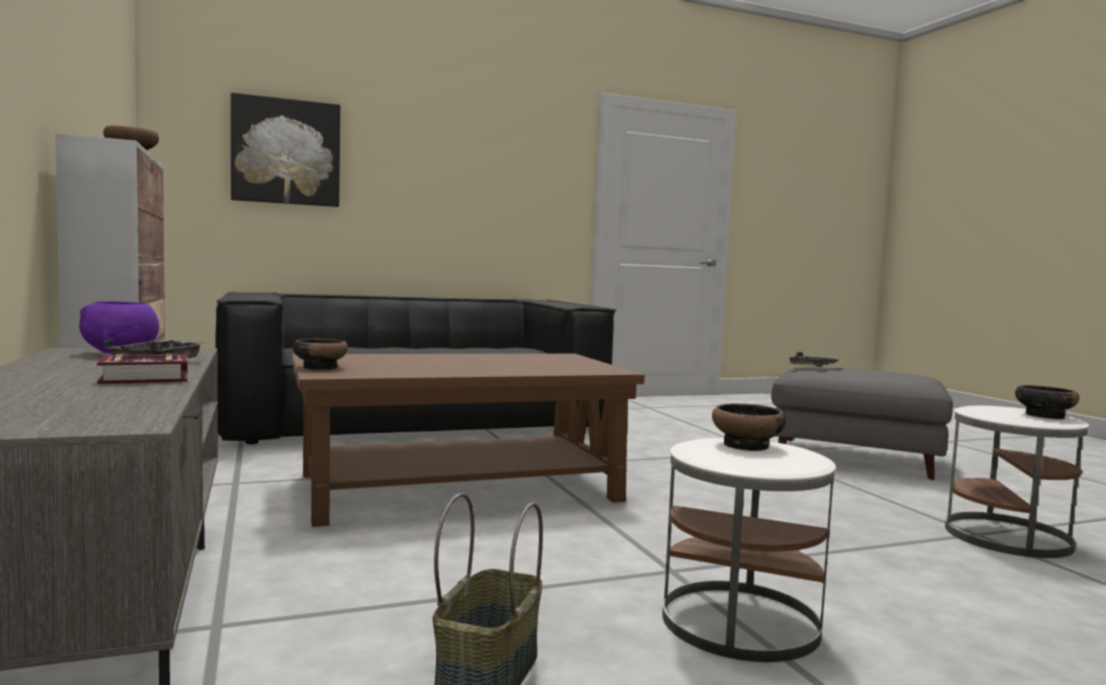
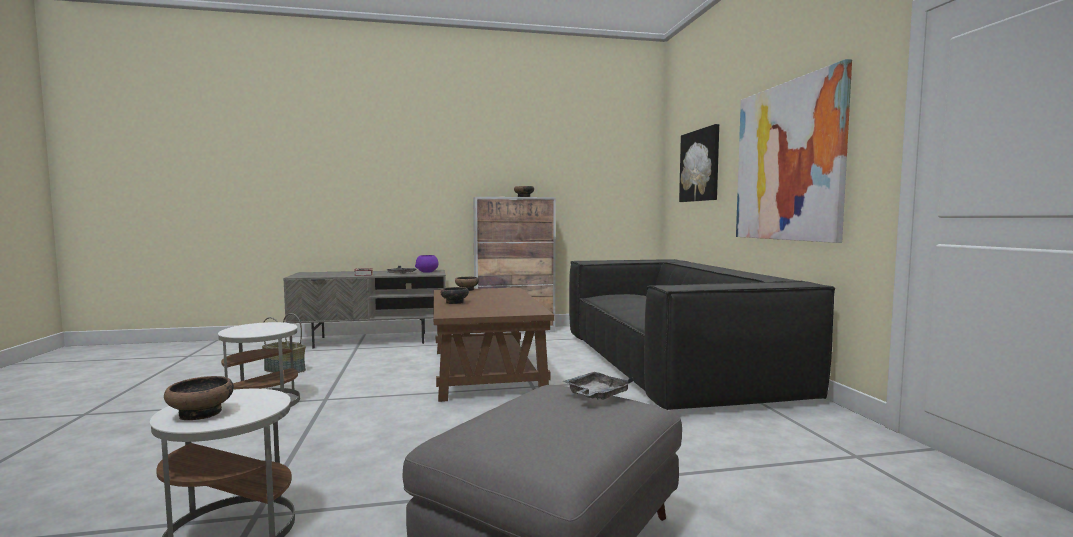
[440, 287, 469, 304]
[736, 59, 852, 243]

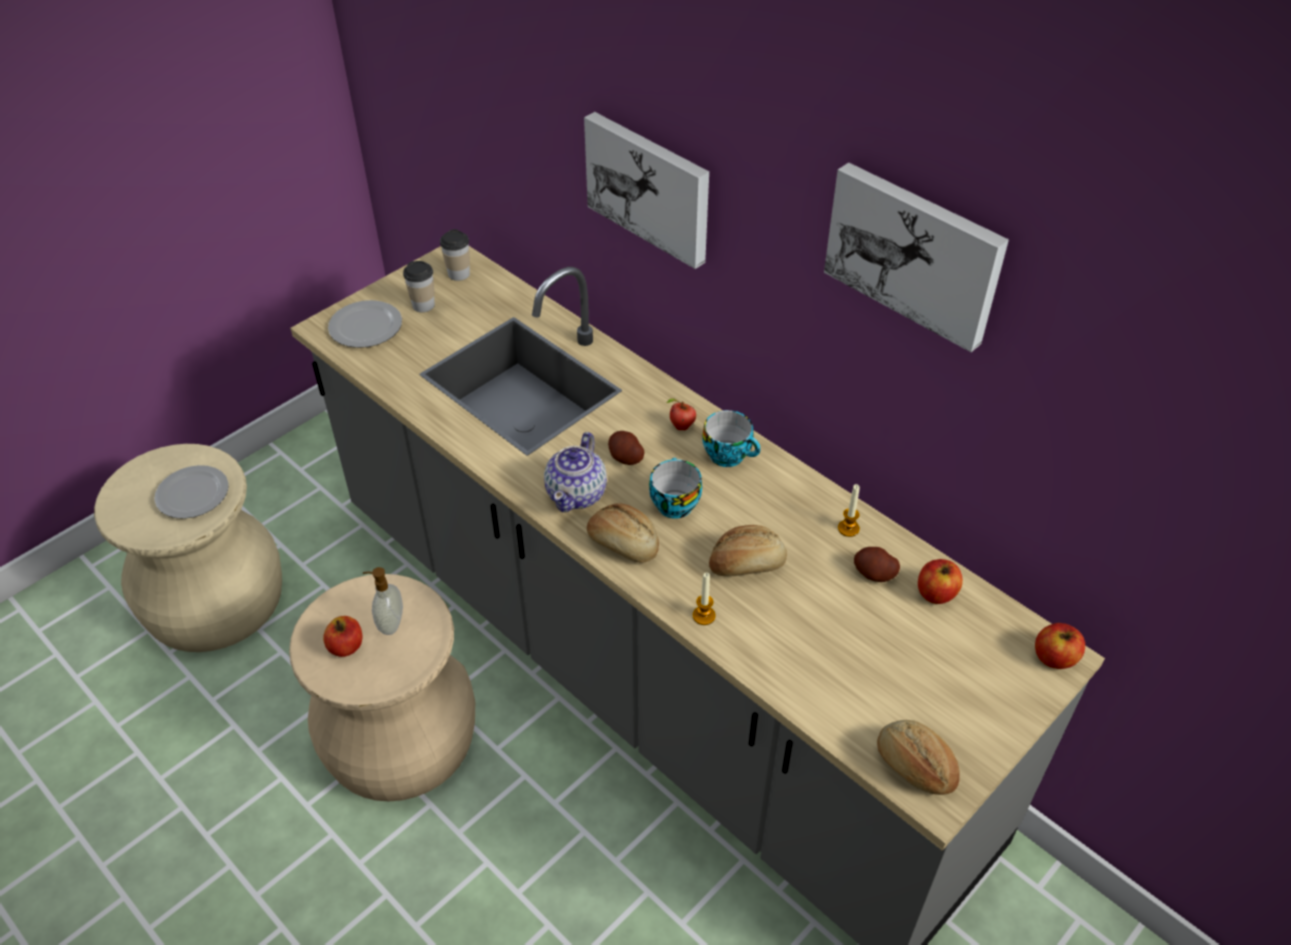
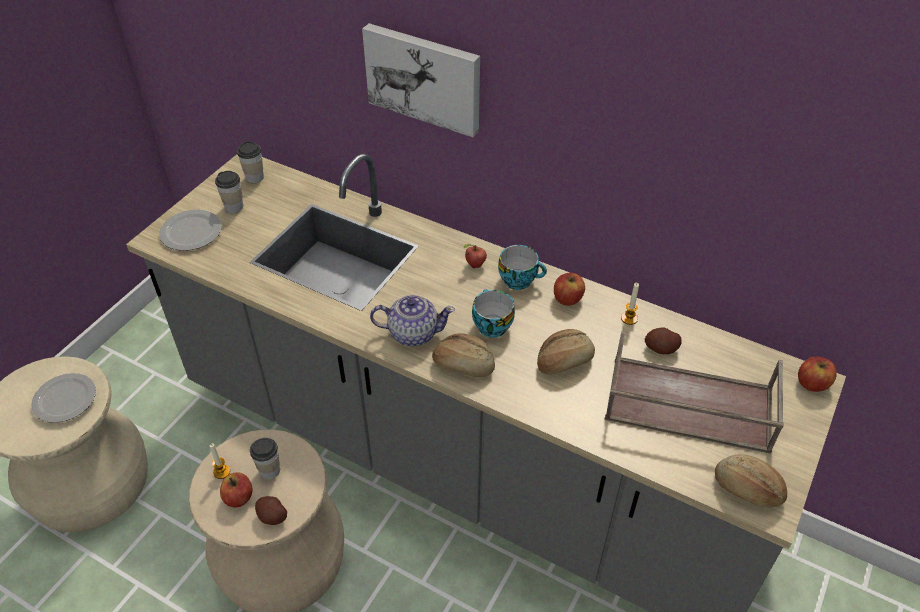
[210, 443, 230, 479]
[250, 438, 280, 479]
[255, 496, 287, 525]
[370, 295, 455, 346]
[554, 273, 585, 306]
[604, 331, 784, 454]
[824, 163, 1009, 352] (first image)

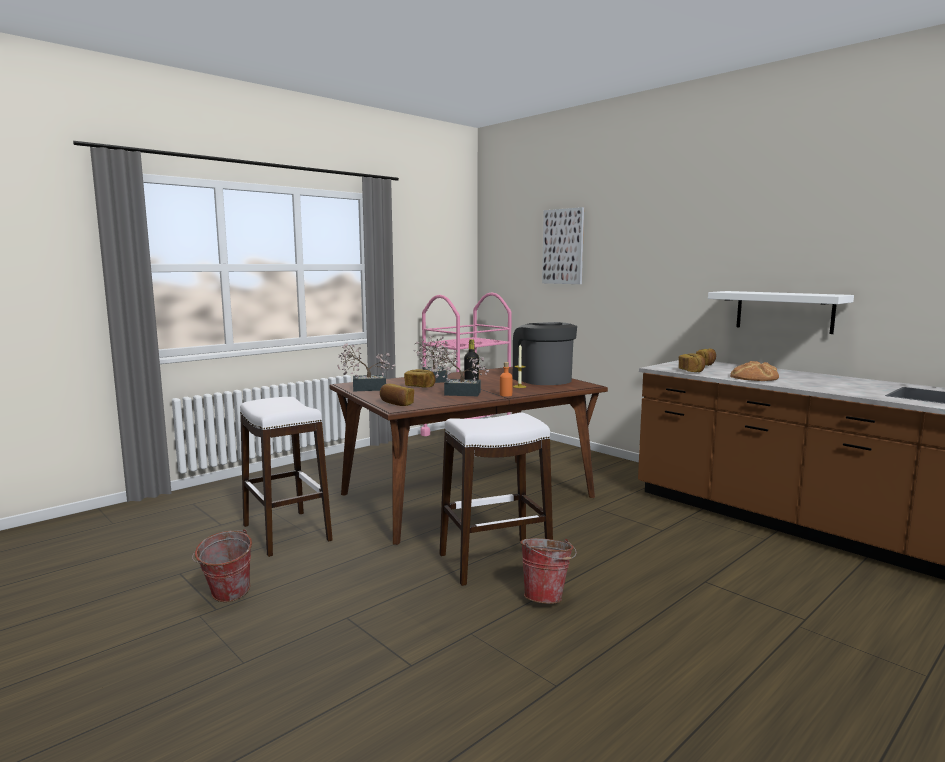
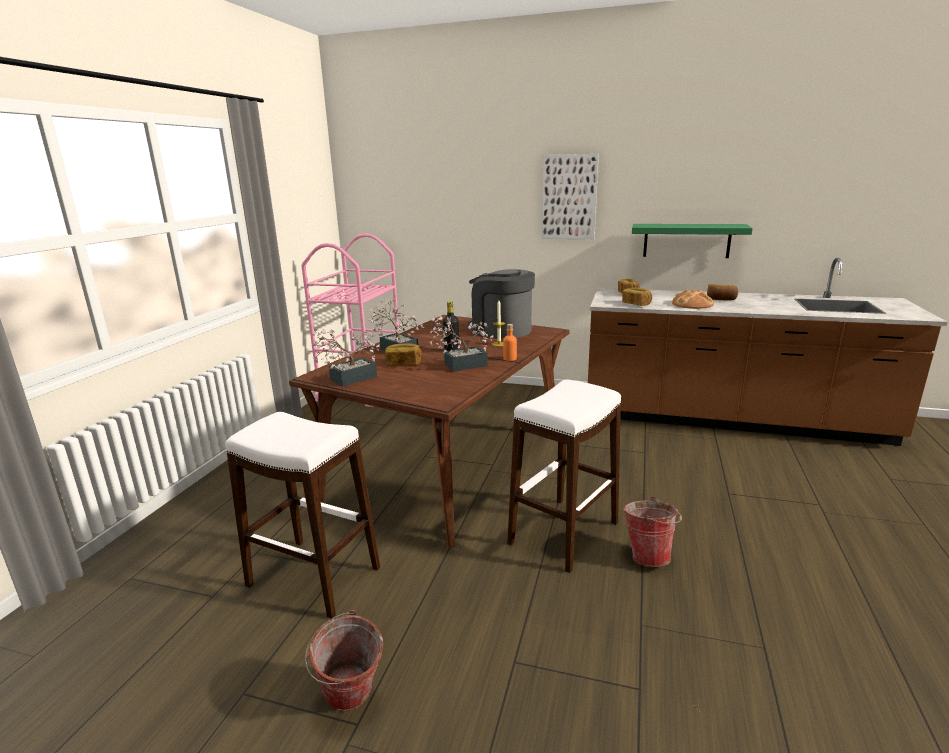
[542, 154, 599, 239]
[632, 224, 753, 258]
[707, 284, 738, 301]

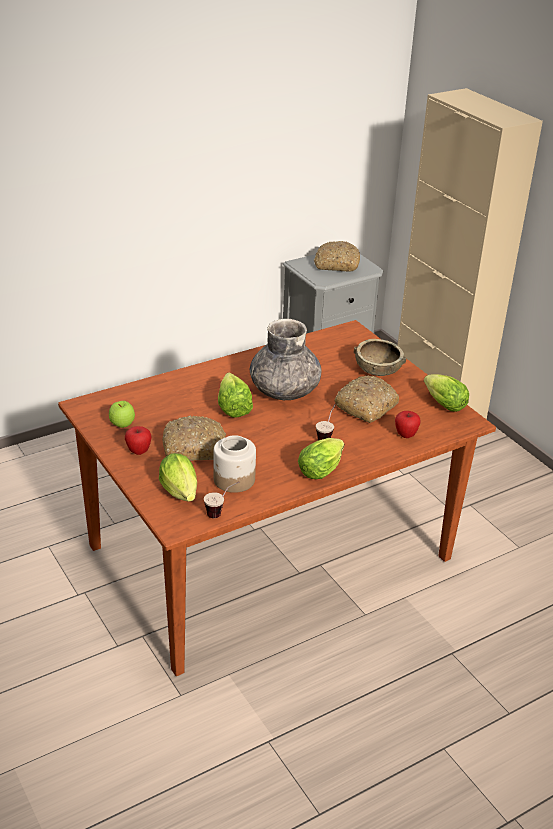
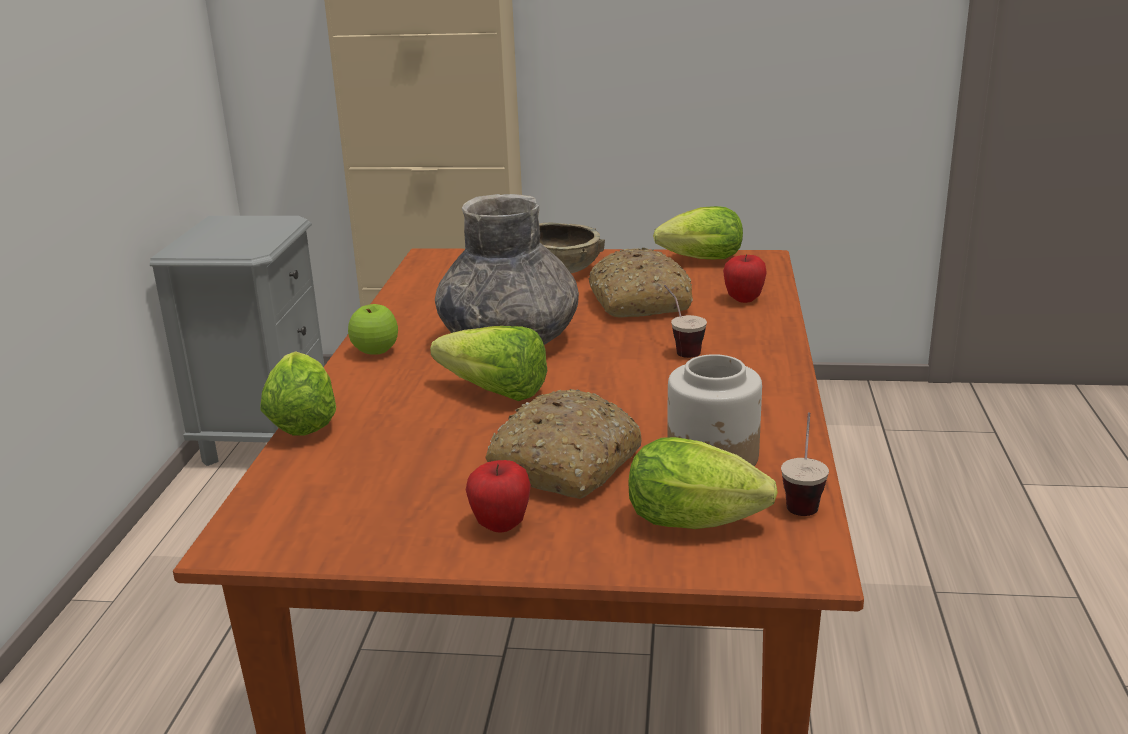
[260, 351, 336, 436]
[348, 304, 398, 355]
[314, 241, 360, 272] (first image)

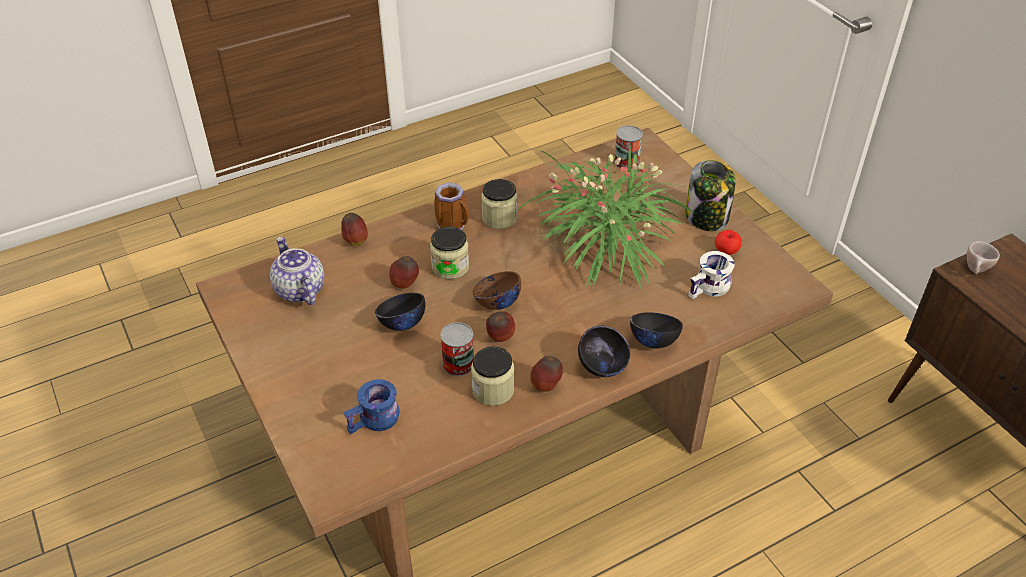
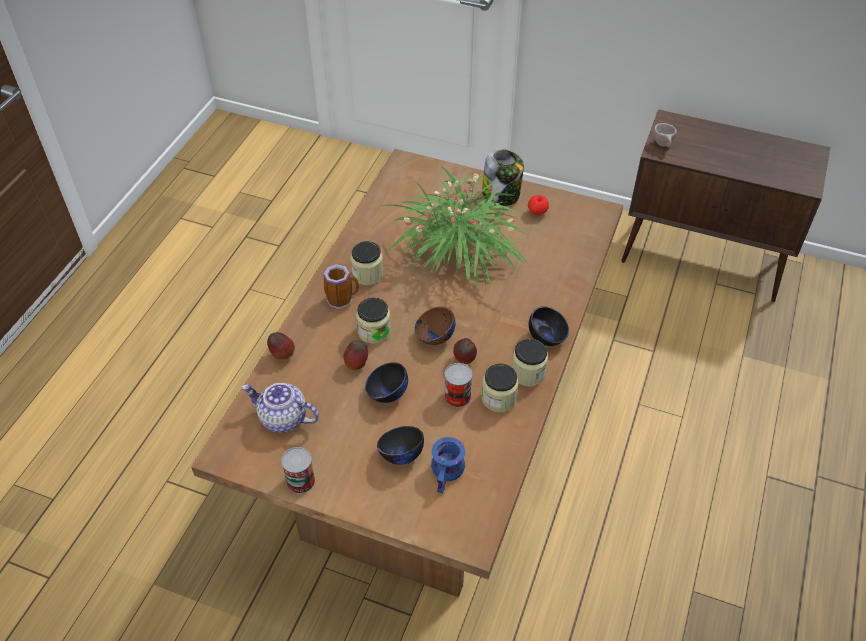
[281, 447, 315, 494]
[377, 426, 424, 465]
[512, 339, 548, 387]
[688, 251, 735, 299] (first image)

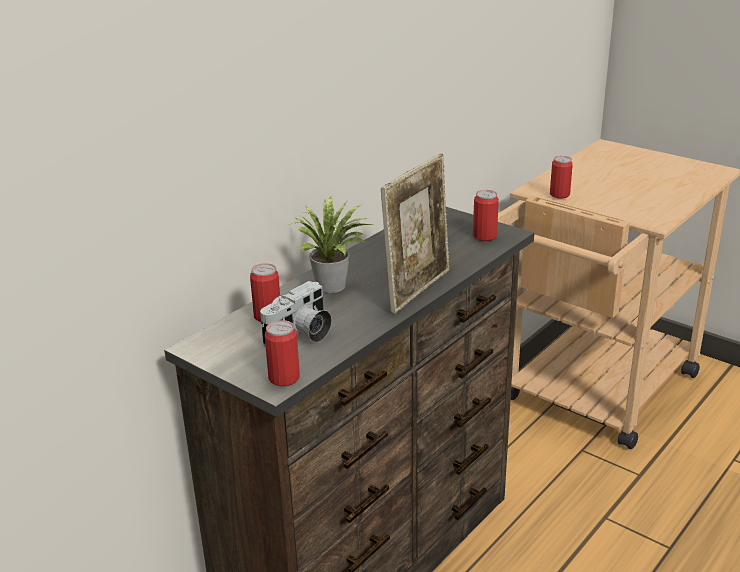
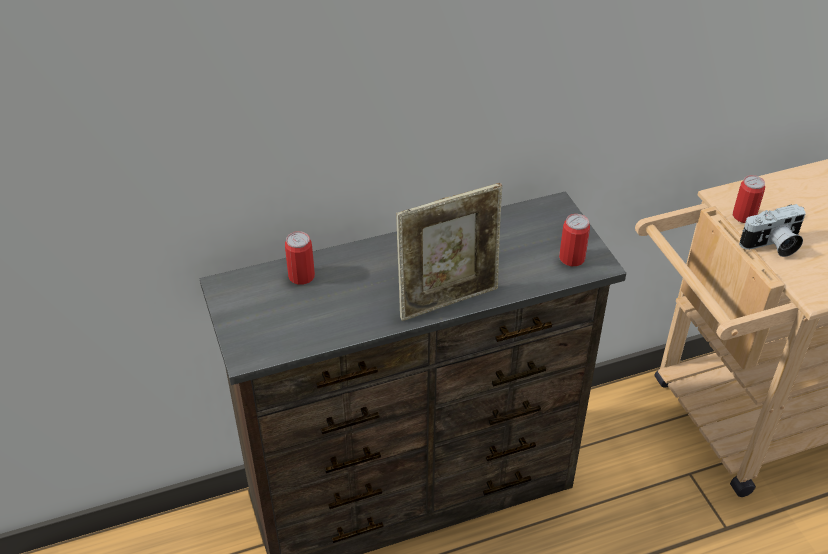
[739, 204, 806, 257]
[265, 320, 300, 386] (first image)
[291, 195, 375, 293] (first image)

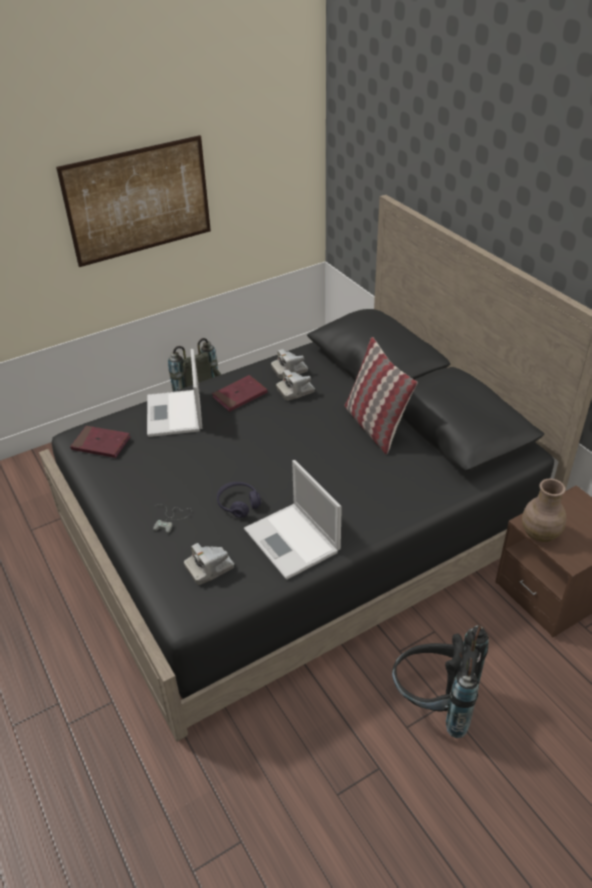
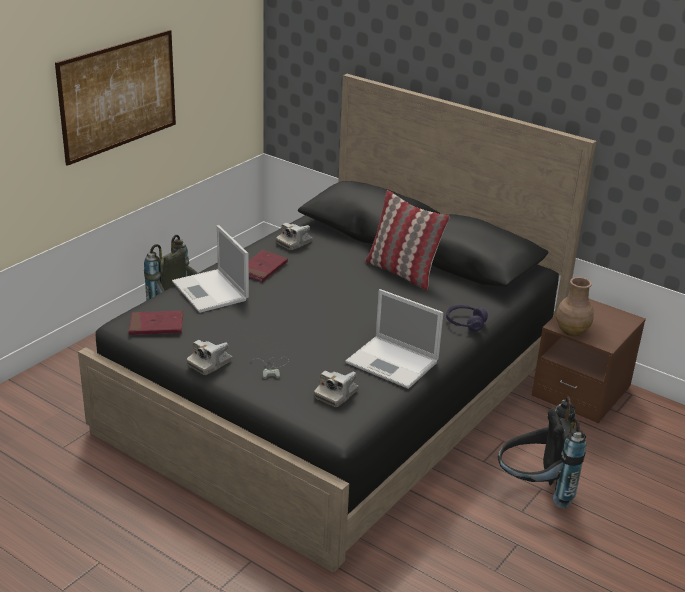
[187, 340, 232, 375]
[446, 305, 488, 331]

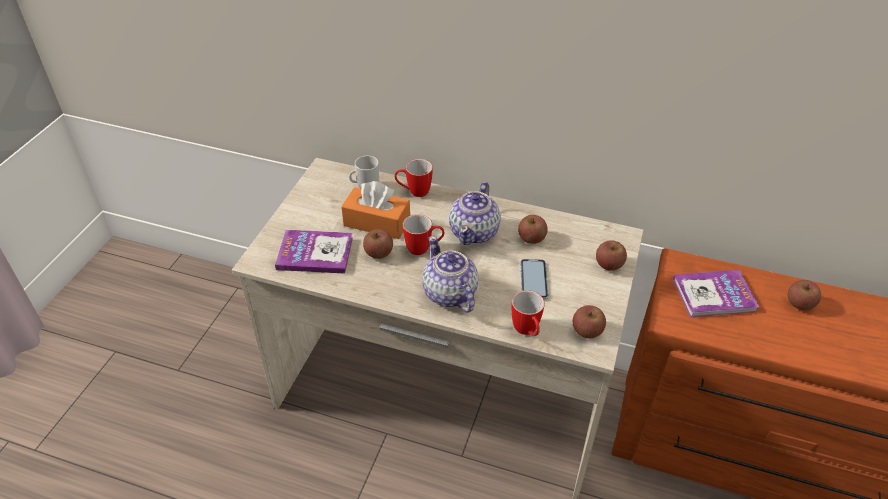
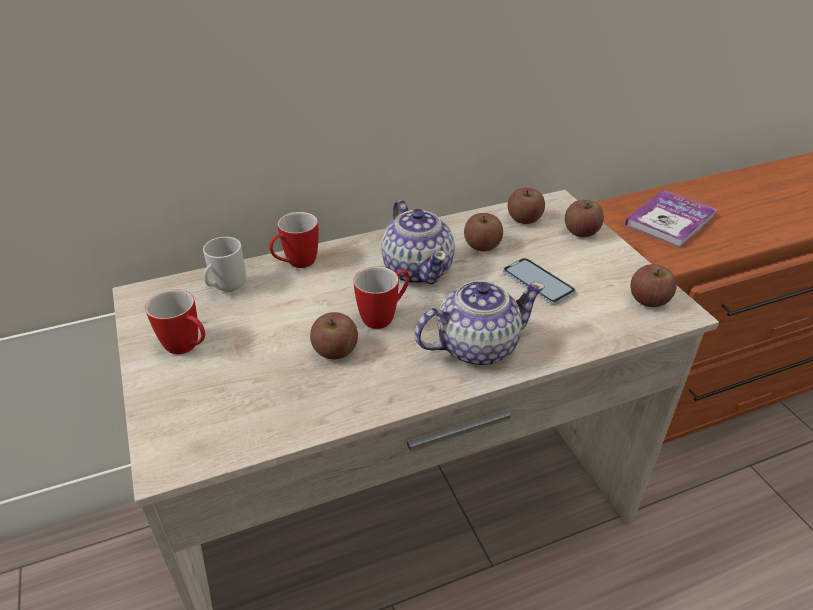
[145, 289, 205, 354]
[415, 280, 545, 366]
[508, 188, 545, 224]
[275, 230, 353, 274] (first image)
[341, 181, 410, 239] (first image)

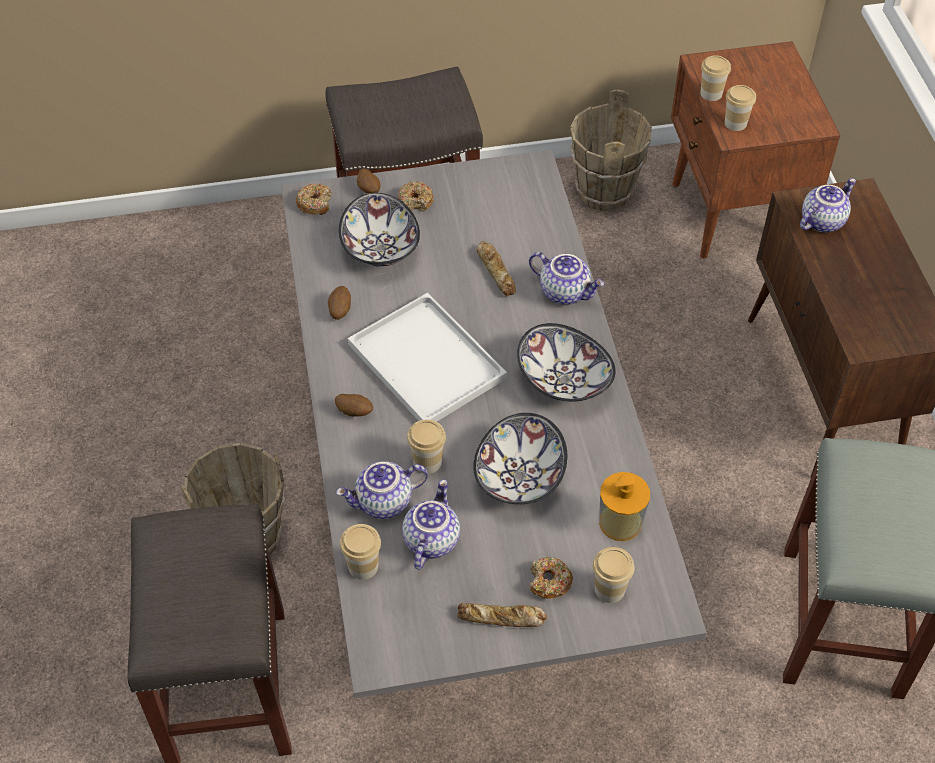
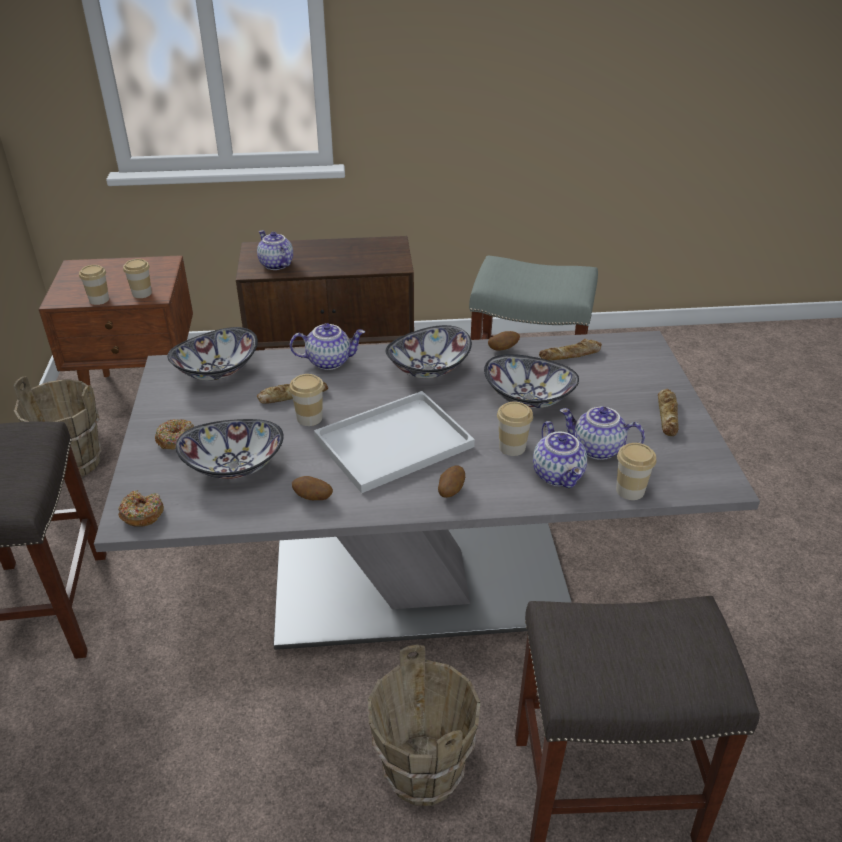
[167, 327, 258, 381]
[289, 374, 324, 426]
[290, 323, 365, 370]
[488, 331, 520, 351]
[539, 338, 602, 361]
[530, 557, 573, 599] (first image)

